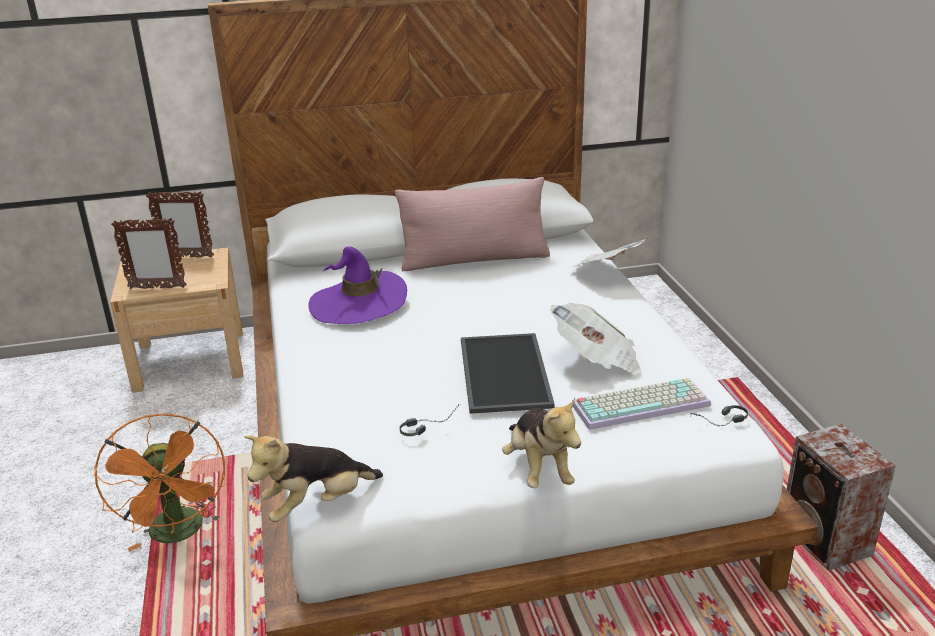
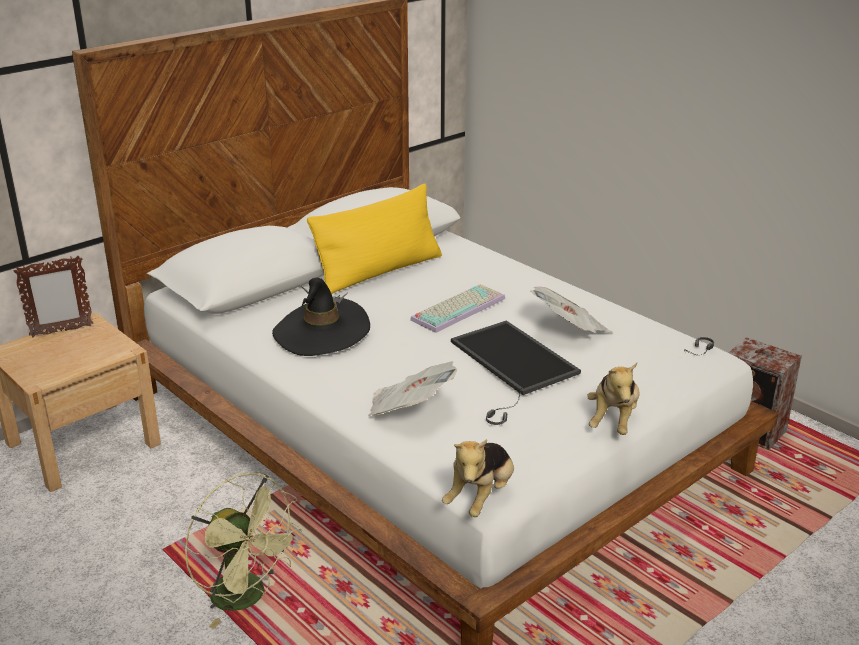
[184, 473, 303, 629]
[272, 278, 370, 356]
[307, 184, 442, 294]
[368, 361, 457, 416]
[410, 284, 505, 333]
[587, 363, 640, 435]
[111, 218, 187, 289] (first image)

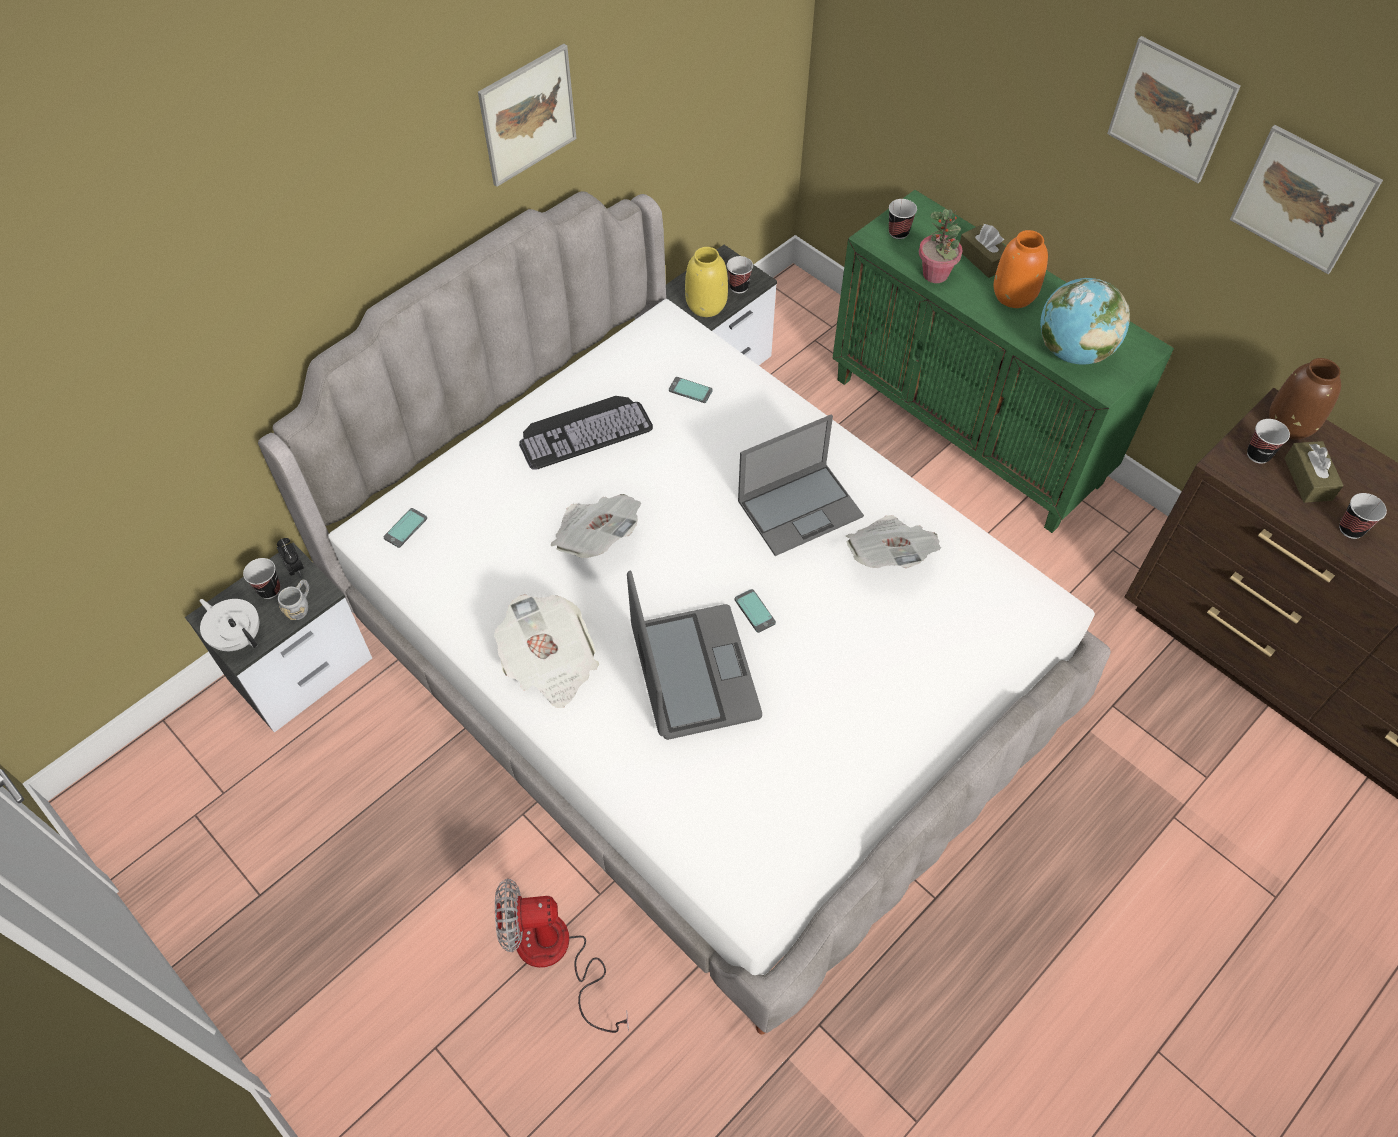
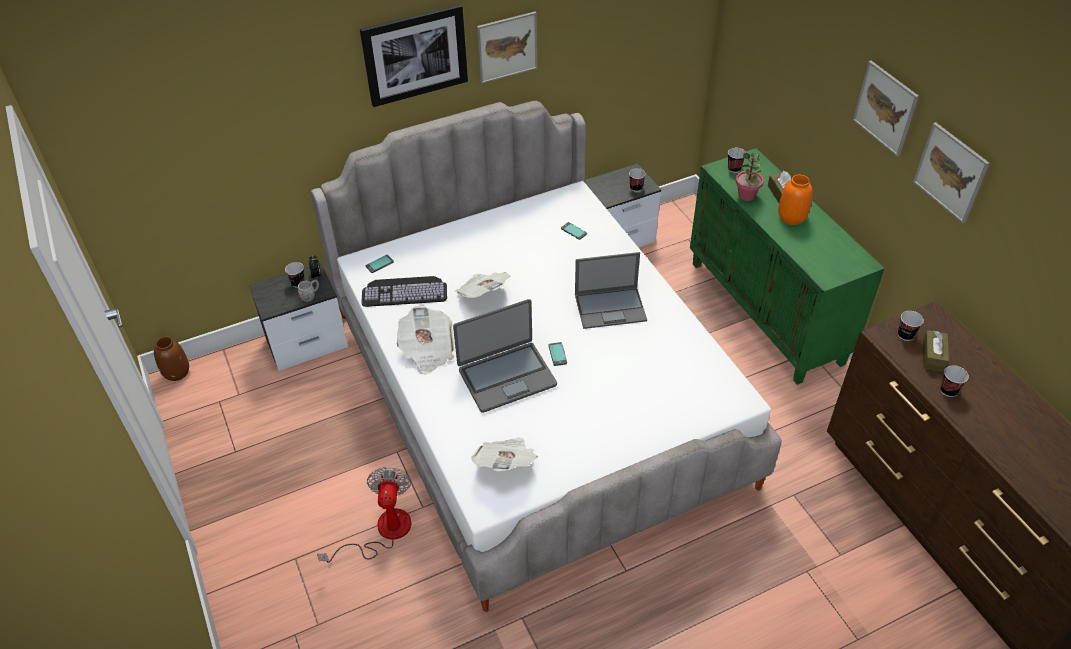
[154, 337, 189, 381]
[317, 467, 411, 563]
[360, 4, 468, 107]
[361, 276, 447, 307]
[453, 299, 557, 413]
[471, 438, 538, 471]
[200, 599, 259, 651] (first image)
[685, 247, 728, 317] (first image)
[1040, 278, 1130, 364] (first image)

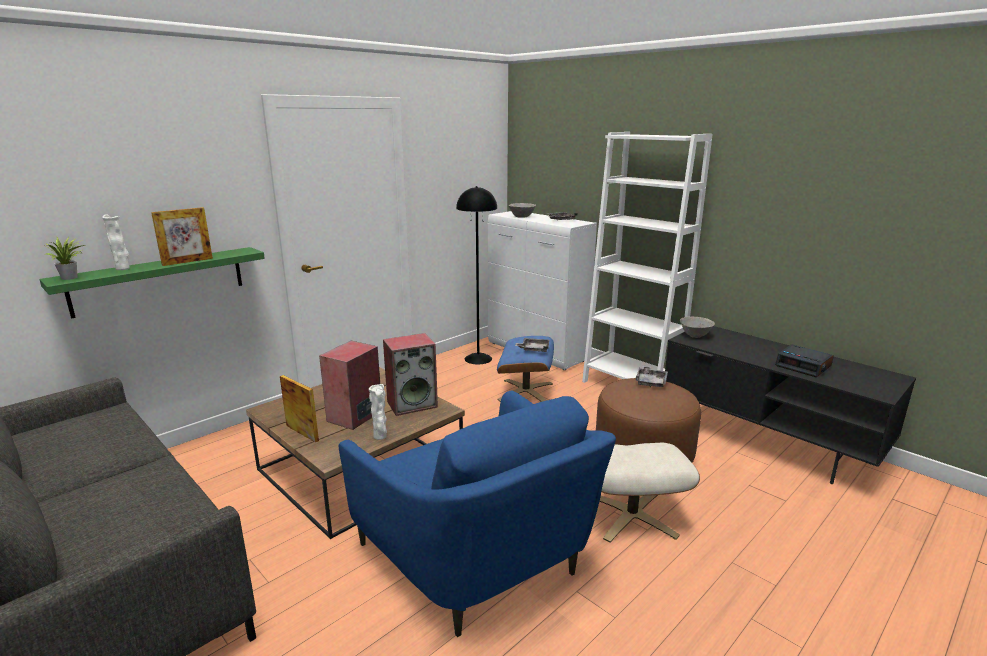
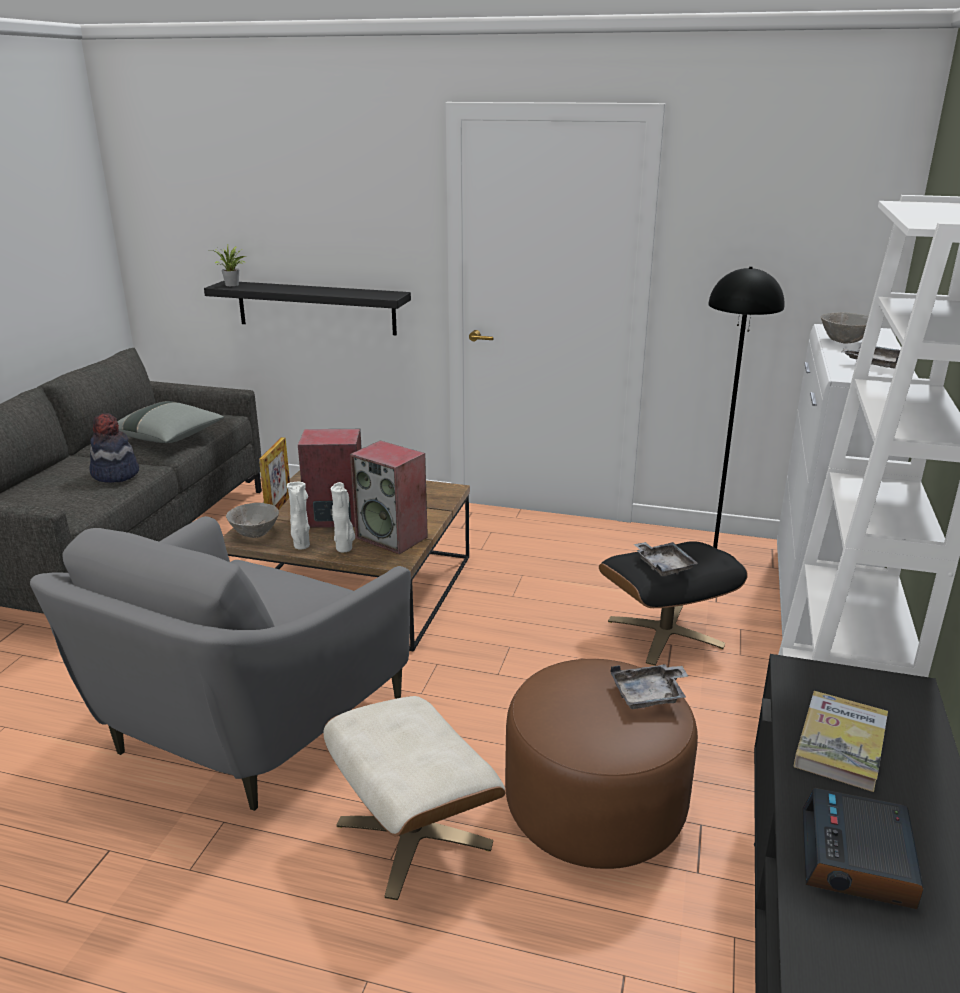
[30, 516, 411, 811]
[90, 413, 139, 483]
[117, 401, 224, 443]
[204, 281, 411, 335]
[226, 503, 279, 538]
[331, 482, 355, 552]
[599, 541, 748, 666]
[793, 691, 888, 792]
[151, 207, 213, 266] (first image)

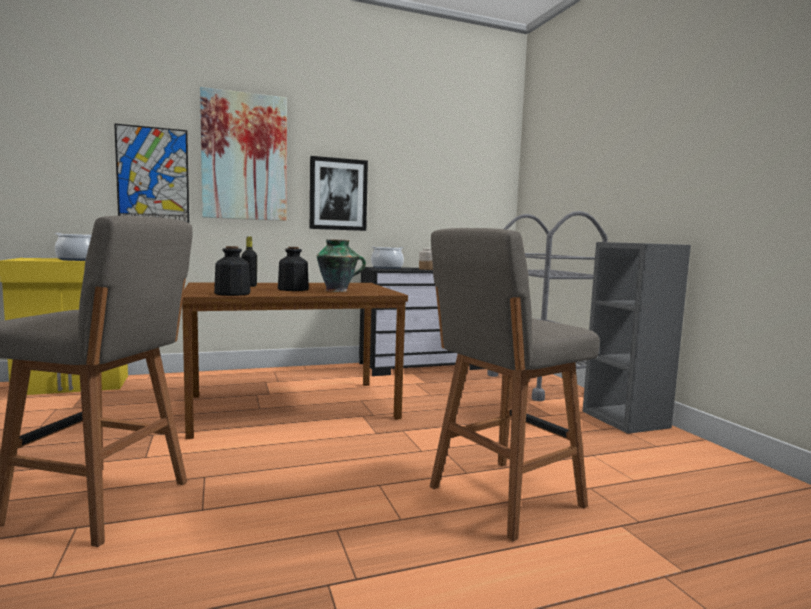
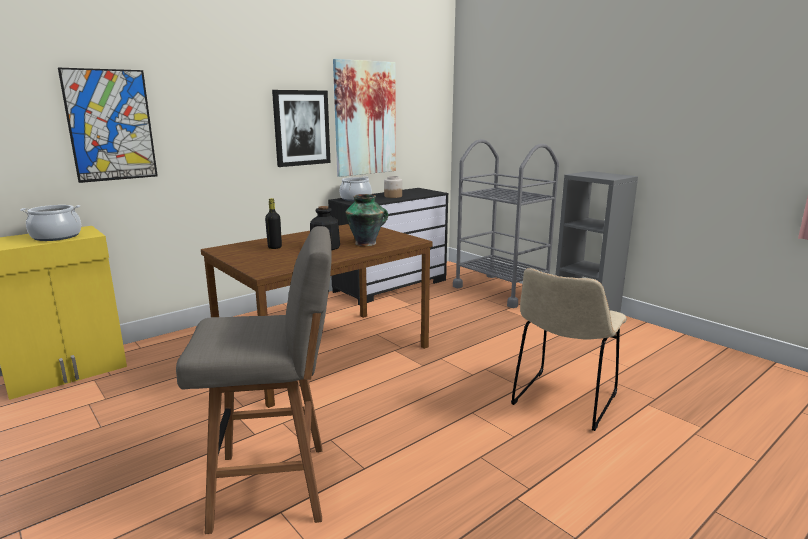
[333, 59, 396, 177]
[511, 268, 627, 431]
[214, 246, 251, 296] (first image)

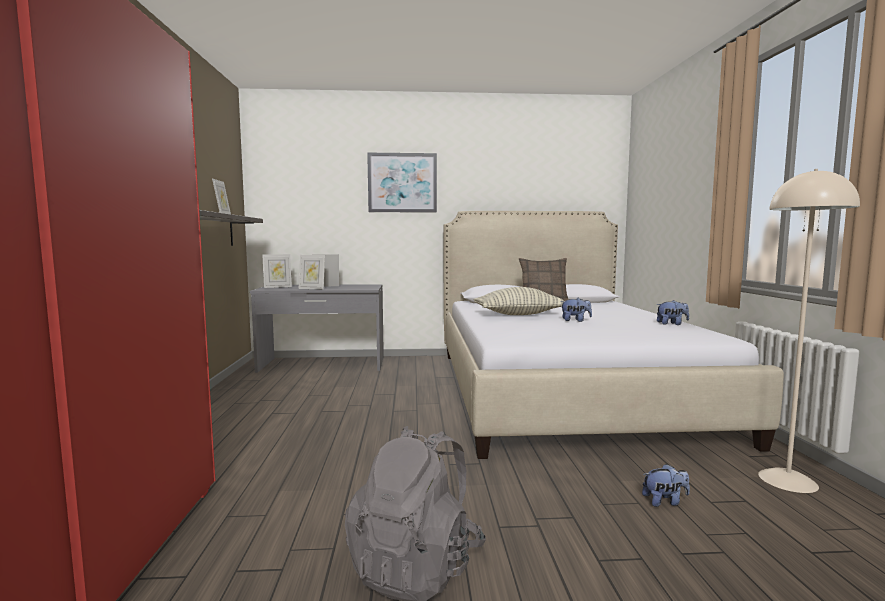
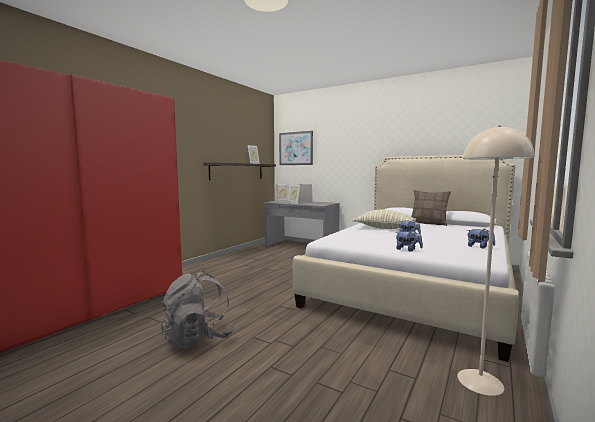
[279, 131, 313, 165]
[395, 230, 423, 252]

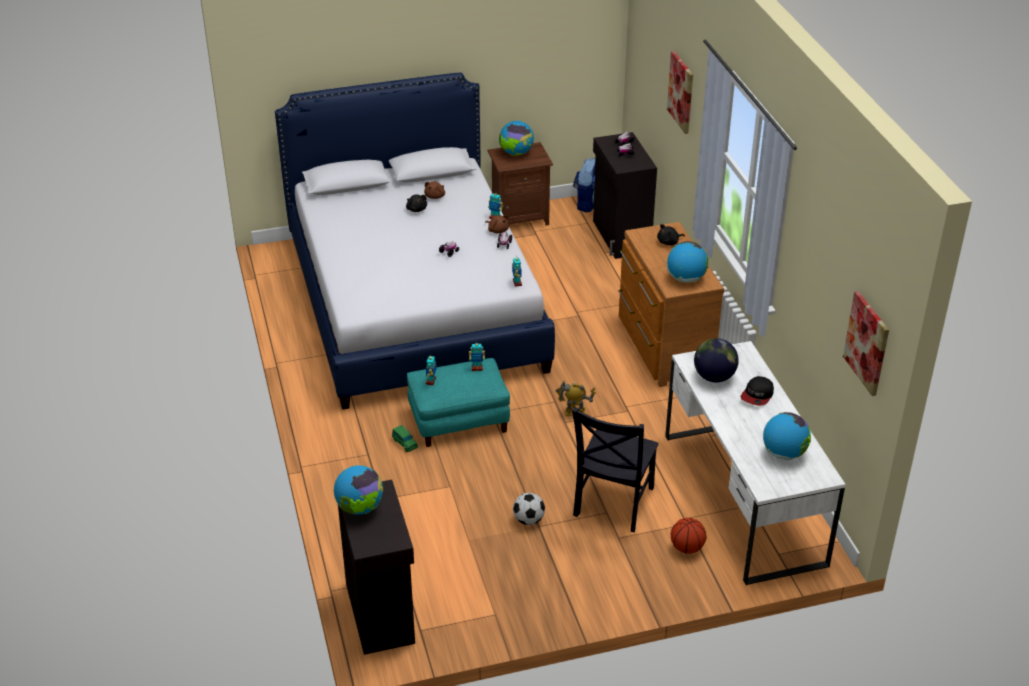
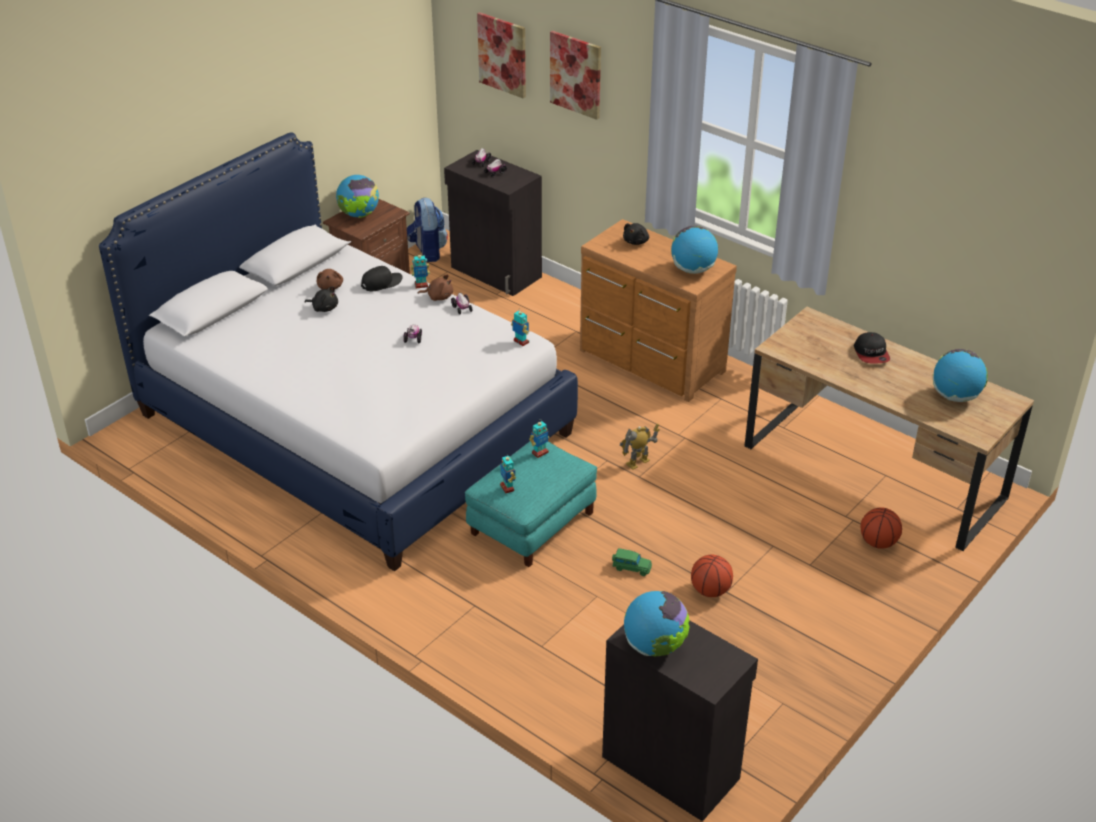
[361, 266, 403, 291]
[477, 12, 526, 98]
[612, 548, 652, 576]
[691, 555, 733, 597]
[745, 307, 1034, 551]
[572, 407, 659, 532] (first image)
[694, 338, 739, 382] (first image)

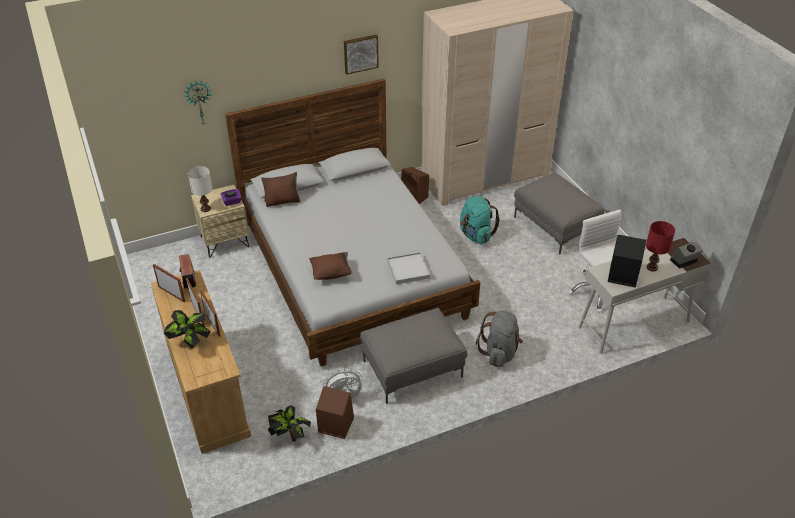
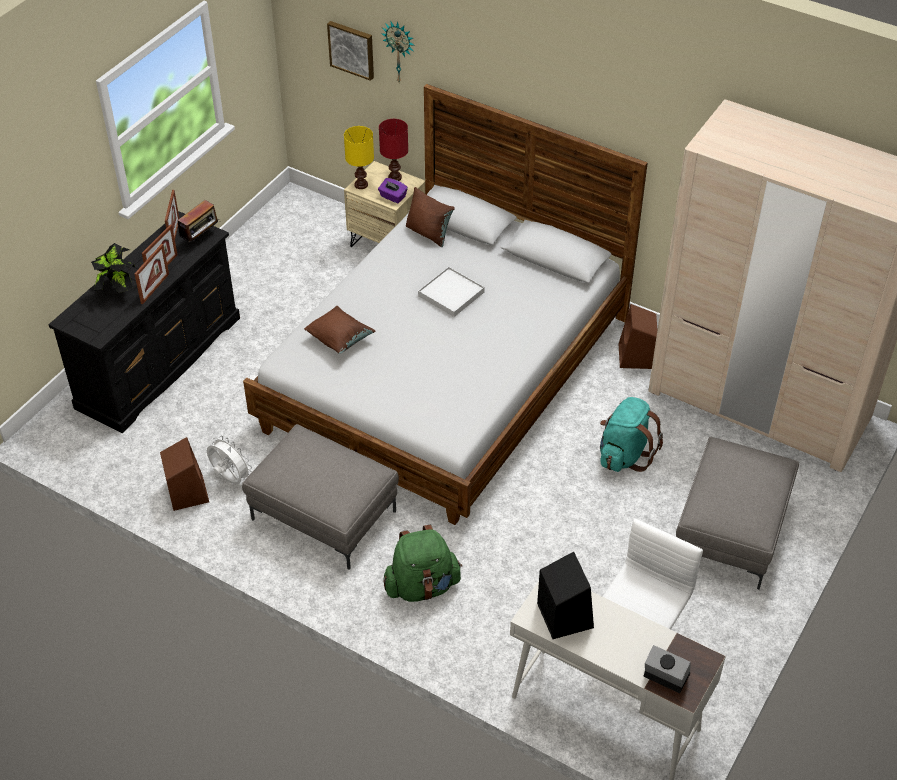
[48, 211, 240, 433]
[327, 21, 374, 81]
[344, 126, 374, 189]
[379, 119, 408, 181]
[383, 525, 462, 602]
[418, 267, 485, 317]
[268, 405, 311, 442] (first image)

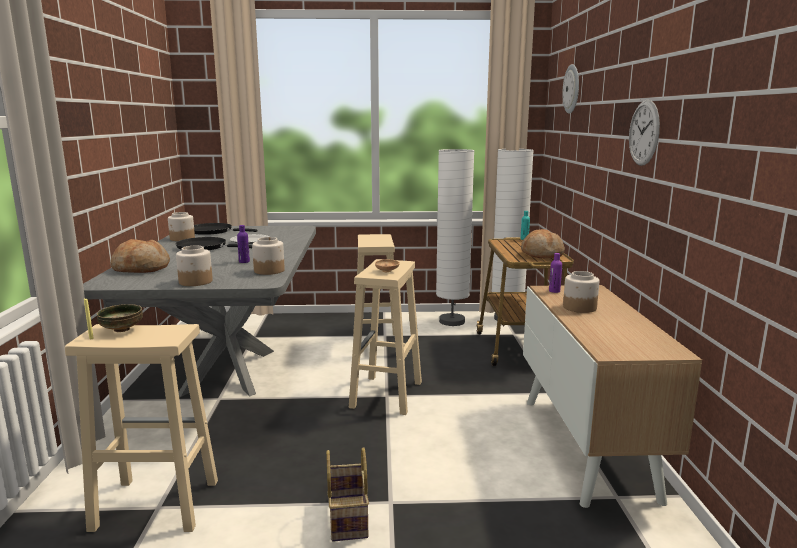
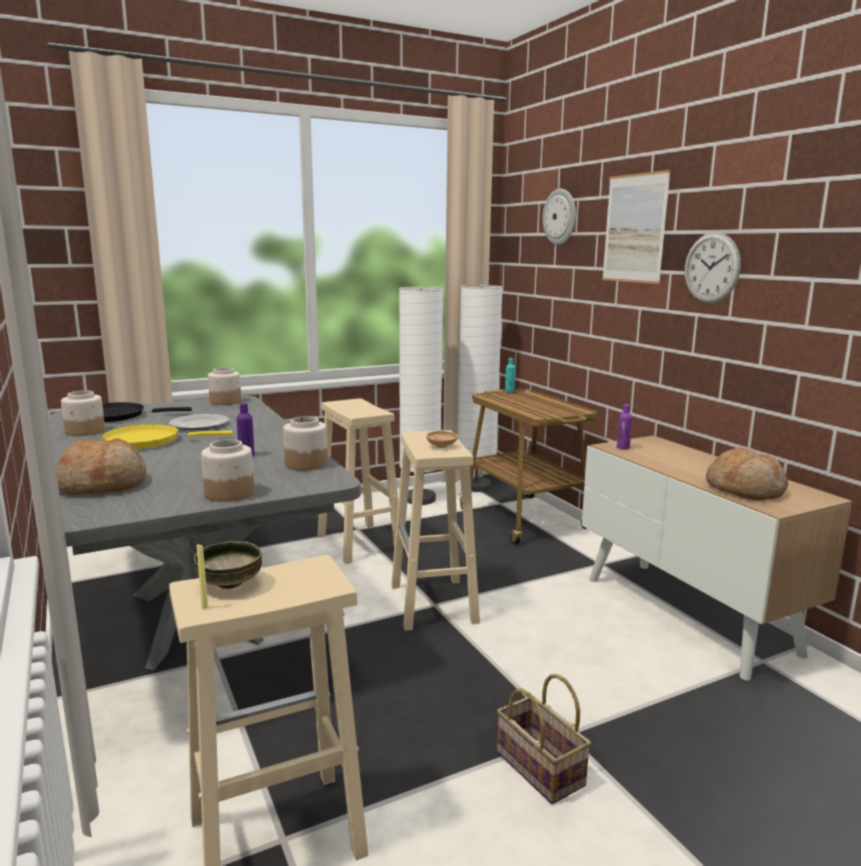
[101, 424, 233, 449]
[208, 367, 241, 405]
[602, 170, 671, 284]
[706, 447, 788, 500]

